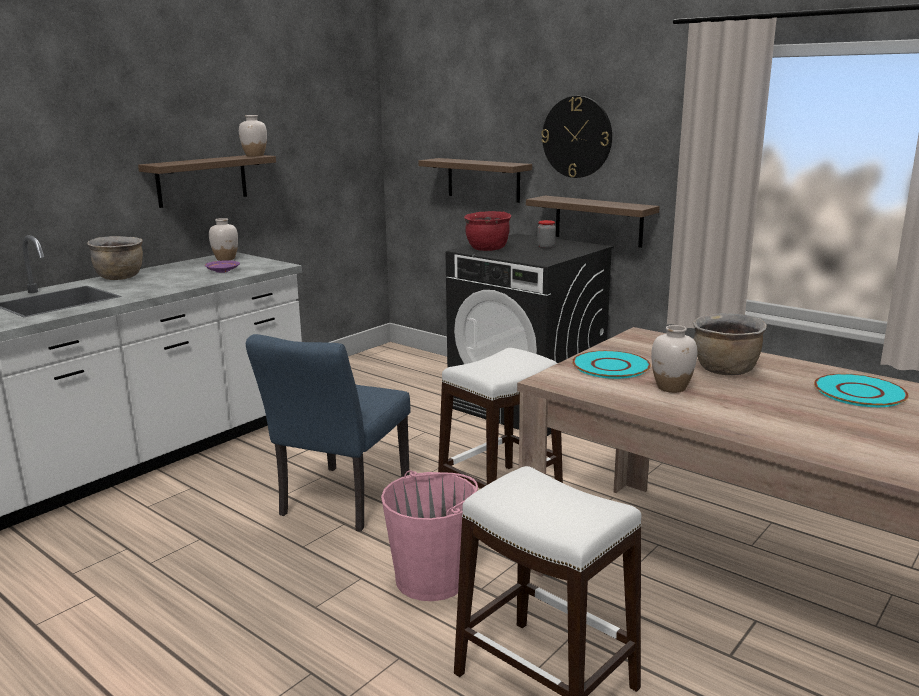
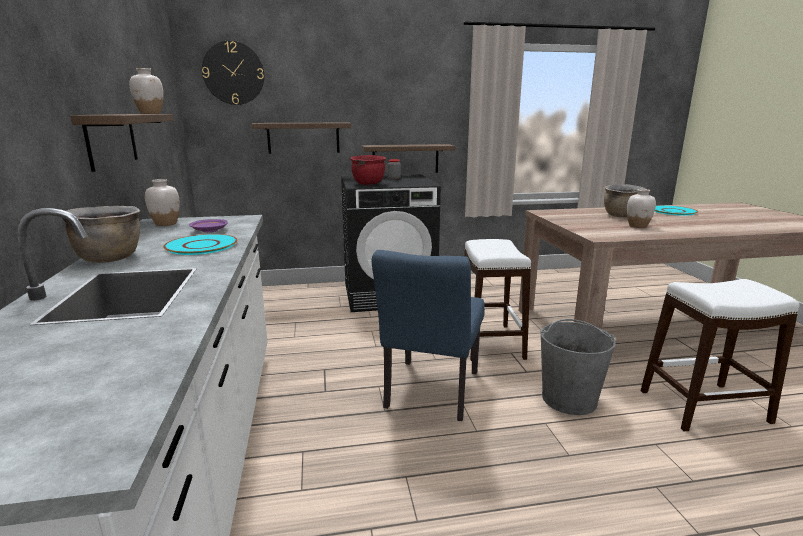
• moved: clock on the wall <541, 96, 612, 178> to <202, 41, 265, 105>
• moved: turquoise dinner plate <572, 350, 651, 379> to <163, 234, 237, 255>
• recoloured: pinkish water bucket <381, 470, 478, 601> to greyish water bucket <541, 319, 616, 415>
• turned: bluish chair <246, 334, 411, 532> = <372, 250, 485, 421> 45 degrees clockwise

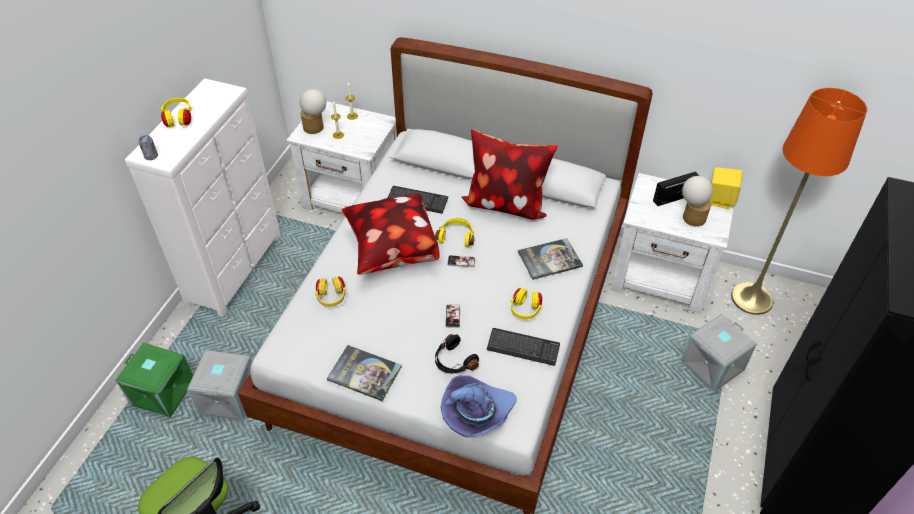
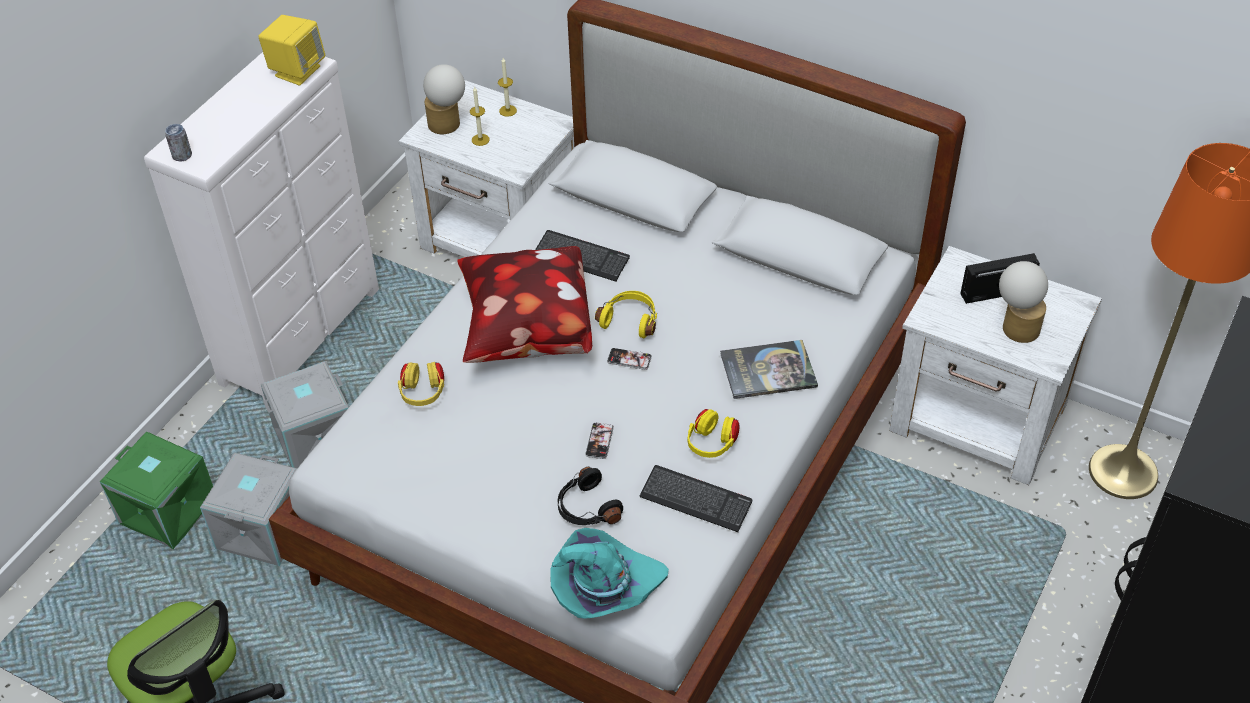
• removed: yellowish headset <161, 98, 192, 127>
• removed: bound book <327, 345, 402, 401>
• removed: cushion <461, 129, 558, 220>
• moved: greyish storage bin <680, 314, 757, 391> to <261, 361, 349, 469>
• moved: yellowish loudspeaker <709, 167, 743, 209> to <258, 15, 325, 85>
• recoloured: purple-coloured clothing hat <441, 375, 517, 437> to turquoise clothing hat <550, 528, 669, 619>

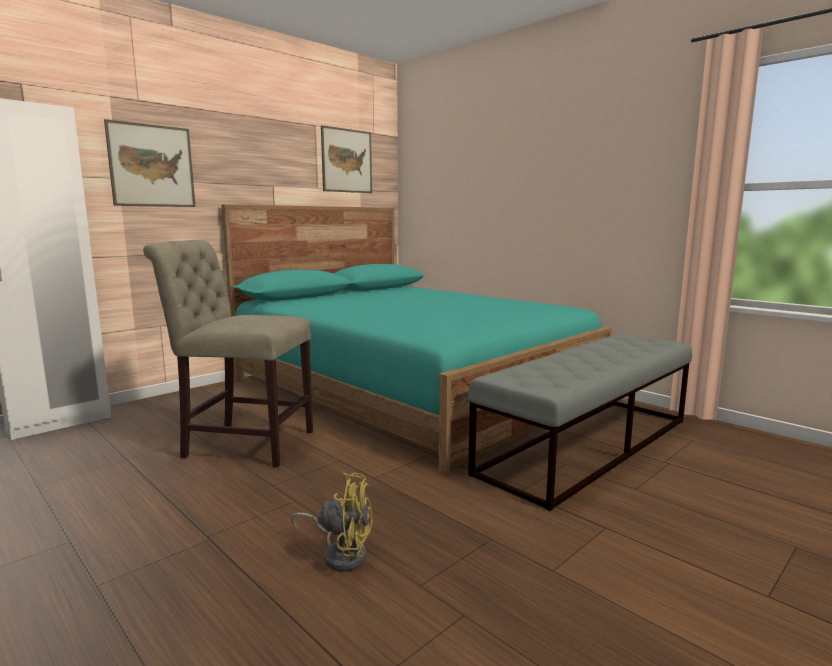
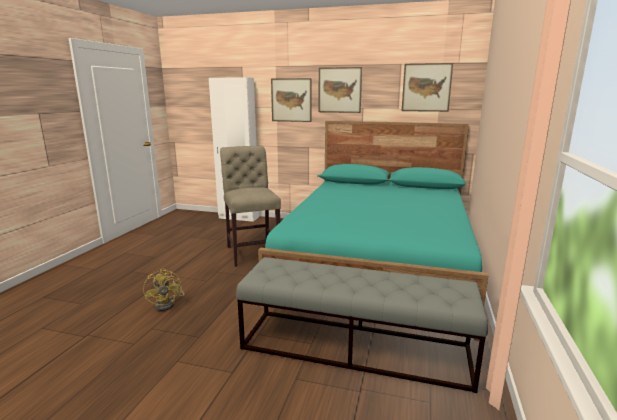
• added: picture <318, 67, 362, 113>

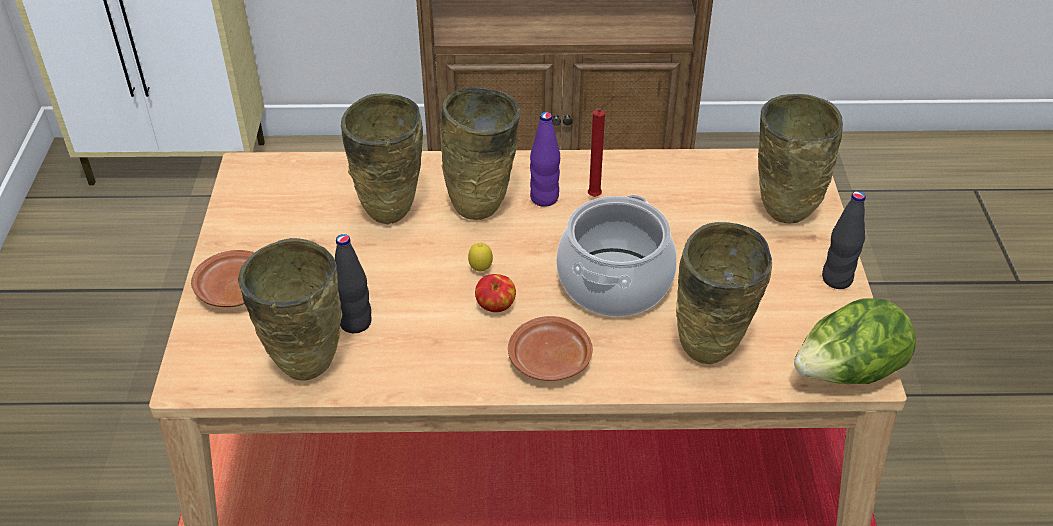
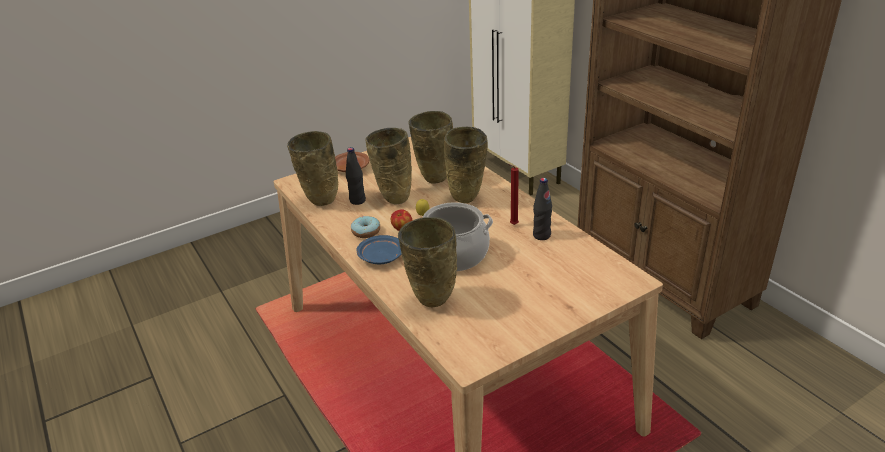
• removed: purple-coloured bottle <530, 112, 560, 207>
• removed: lettuce head <794, 298, 916, 384>
• added: doughnut <351, 216, 380, 238>
• moved: sand-coloured vase <758, 94, 843, 224> to <365, 128, 412, 204>
• moved: blackish bottle <822, 191, 866, 289> to <533, 178, 552, 240>
• recoloured: brown dinner plate <508, 316, 593, 381> to bluish dinner plate <357, 235, 402, 264>

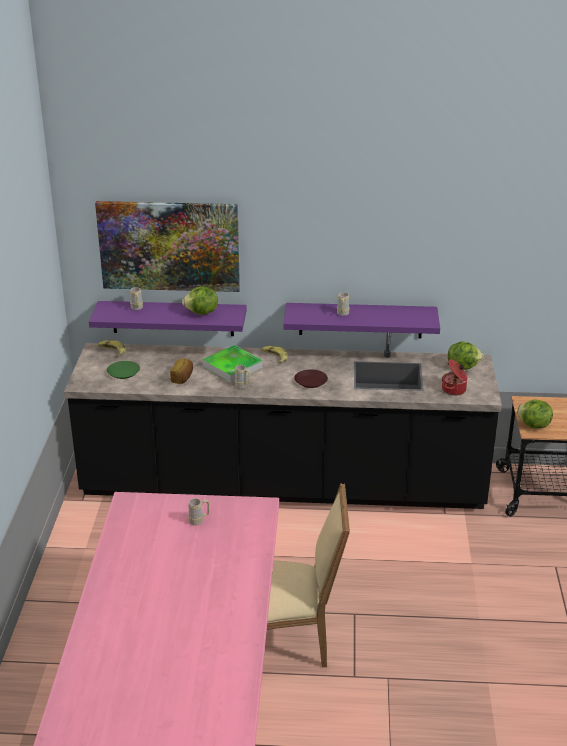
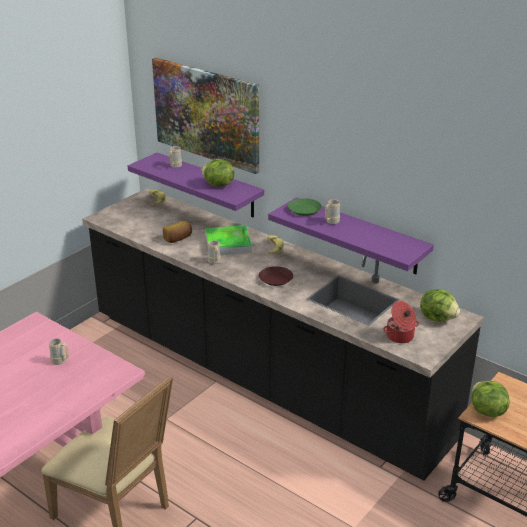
• moved: greenish dinner plate <107, 361, 140, 379> to <288, 198, 322, 216>

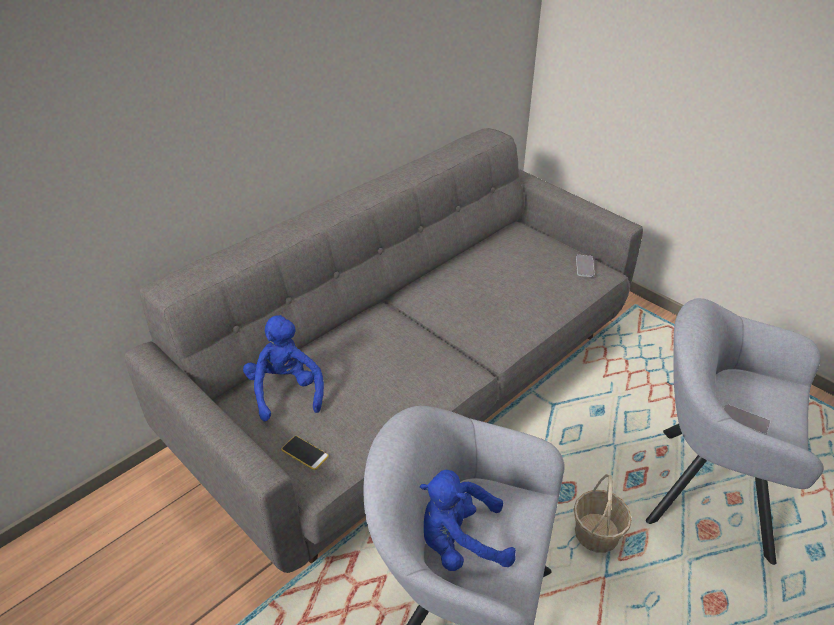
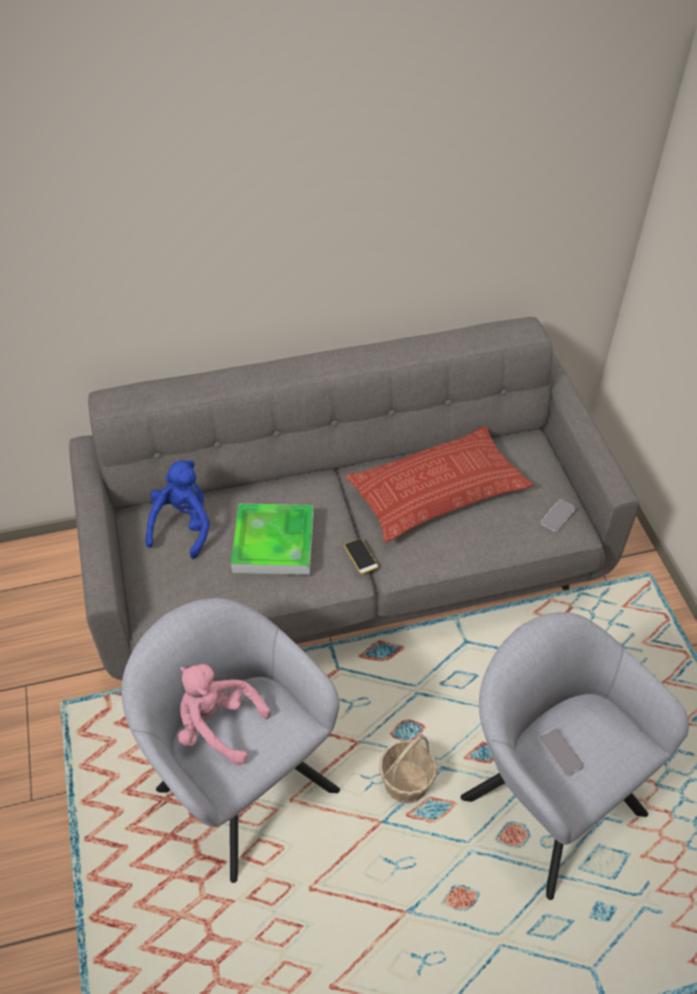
• added: tray <231, 504, 314, 575>
• added: cushion <346, 427, 533, 543>
• moved: phone <281, 436, 329, 470> to <344, 538, 378, 574>
• recoloured: bluish plush toy <420, 470, 516, 571> to pinkish plush toy <178, 664, 271, 766>

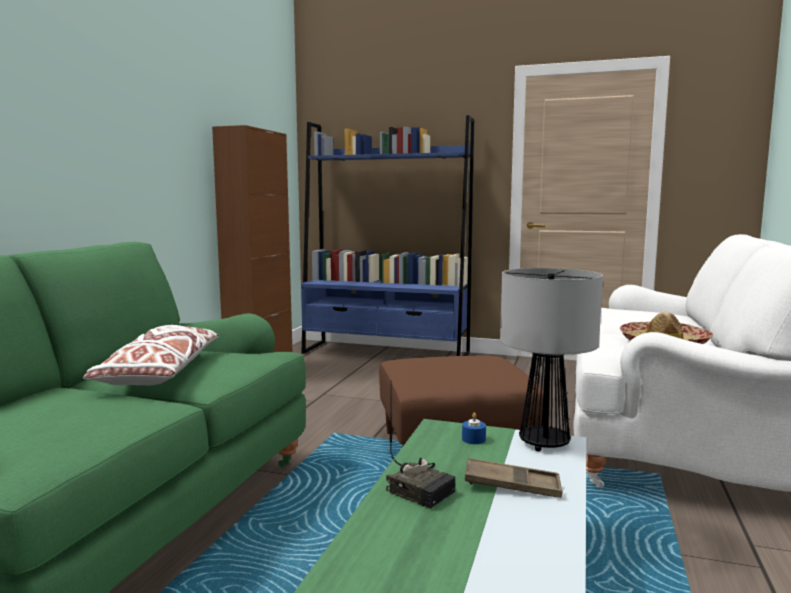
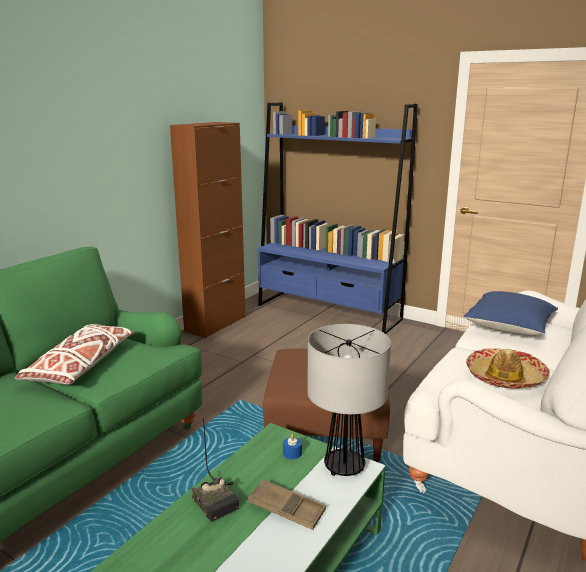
• added: bluish cushion <463, 291, 558, 336>

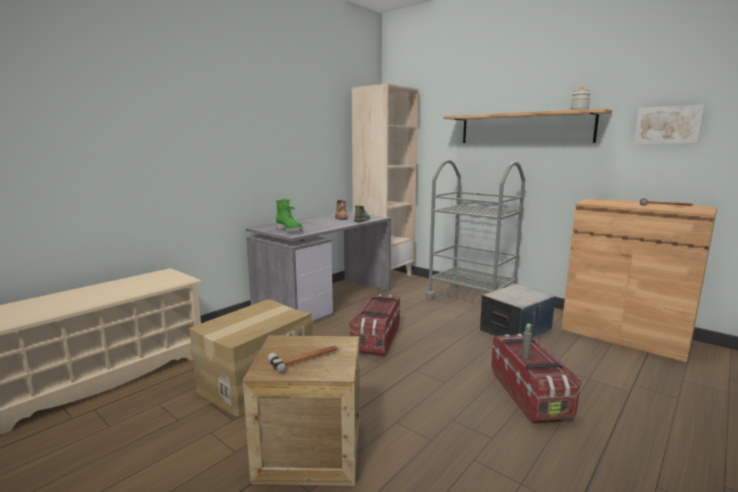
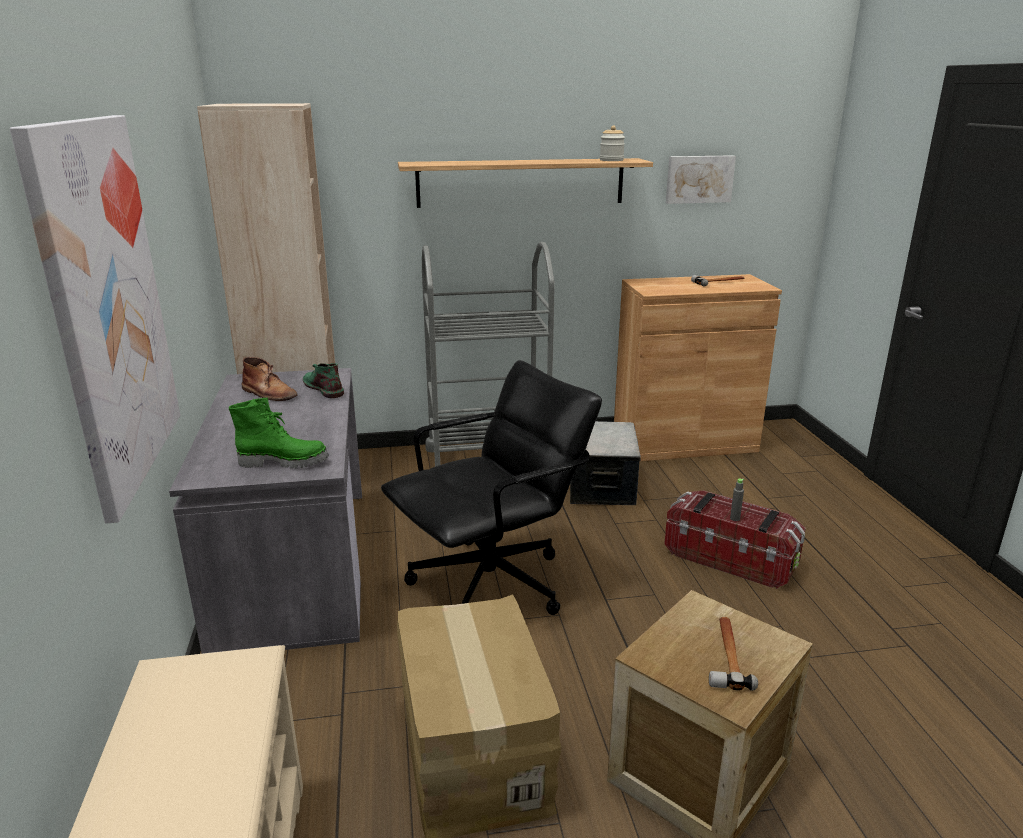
• added: picture <10, 115, 180, 523>
• replaced: storage bin <349, 294, 400, 357> to blackish desk chair <381, 360, 602, 615>

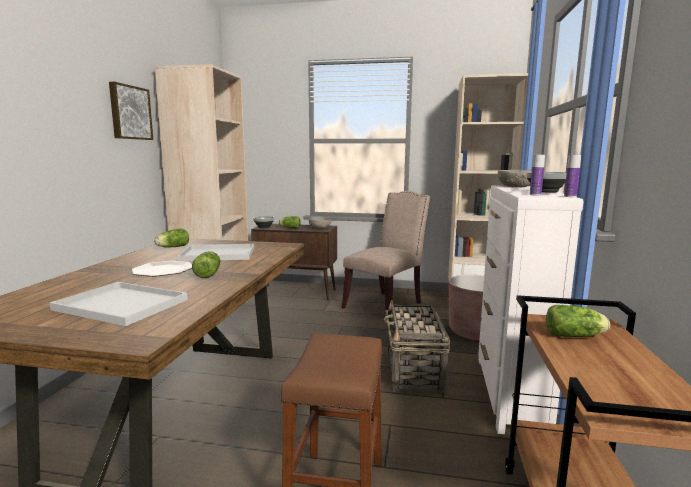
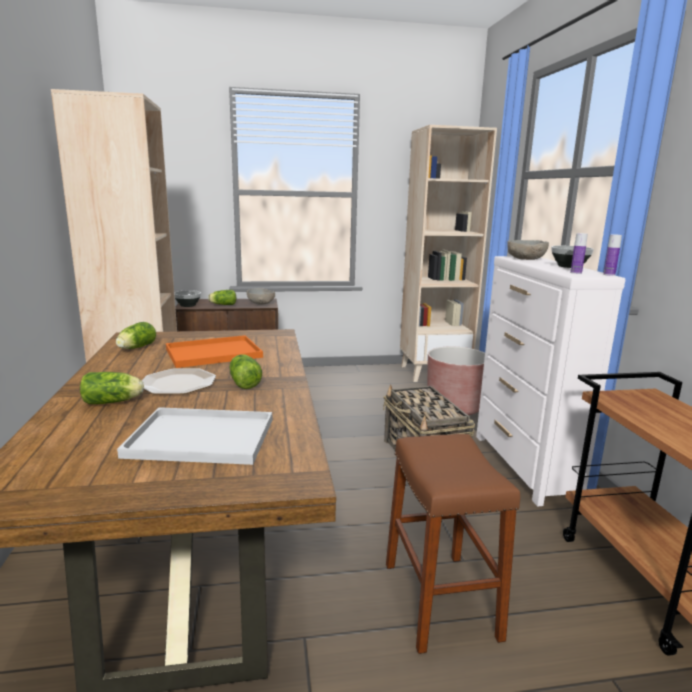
• removed: picture <109, 82, 153, 140>
• removed: sand-coloured chair <341, 191, 430, 321>
• moved: lettuce head <546, 305, 610, 337> to <80, 372, 144, 404>
• recoloured: white-coloured tray <177, 244, 254, 261> to orange tray <166, 335, 263, 368>

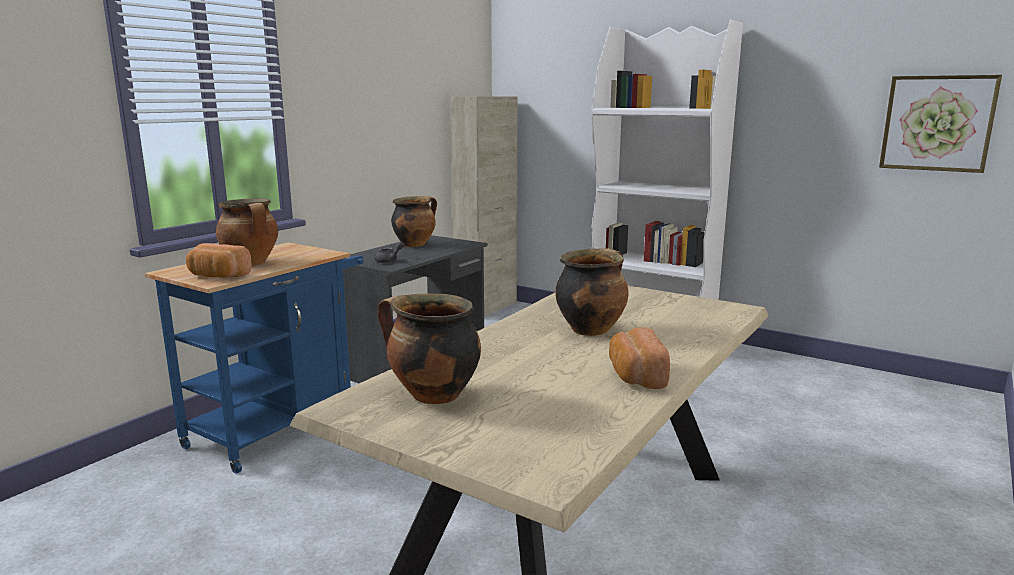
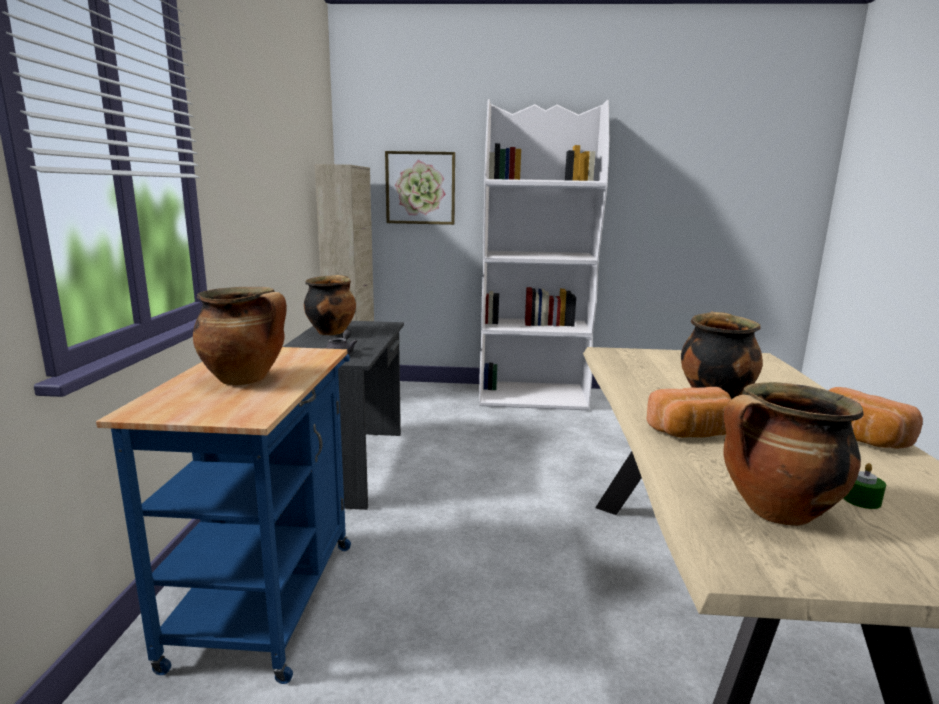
• added: greenish wax candle <843, 463, 886, 509>
• moved: bakery bread <186, 243, 252, 278> to <646, 387, 731, 438>
• moved: picture <879, 75, 1002, 173> to <385, 151, 455, 225>

